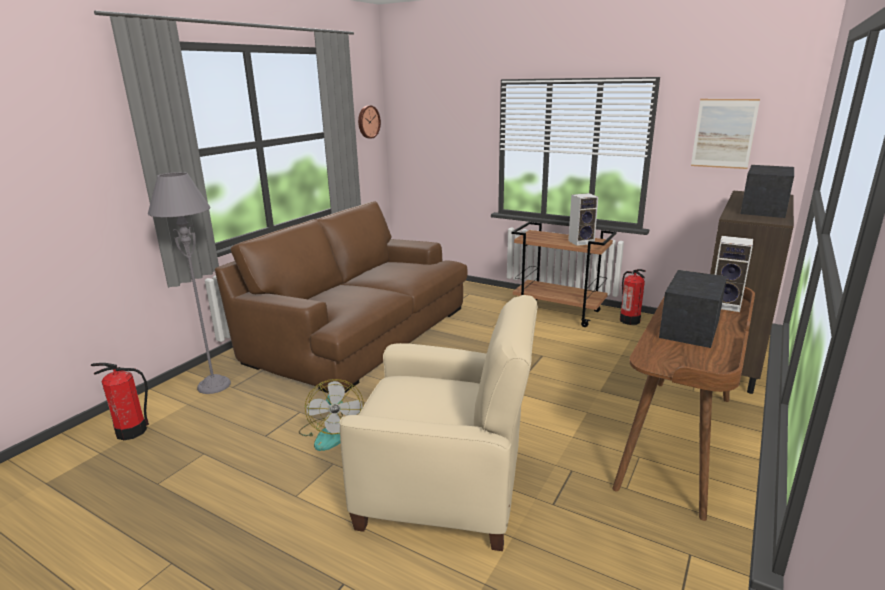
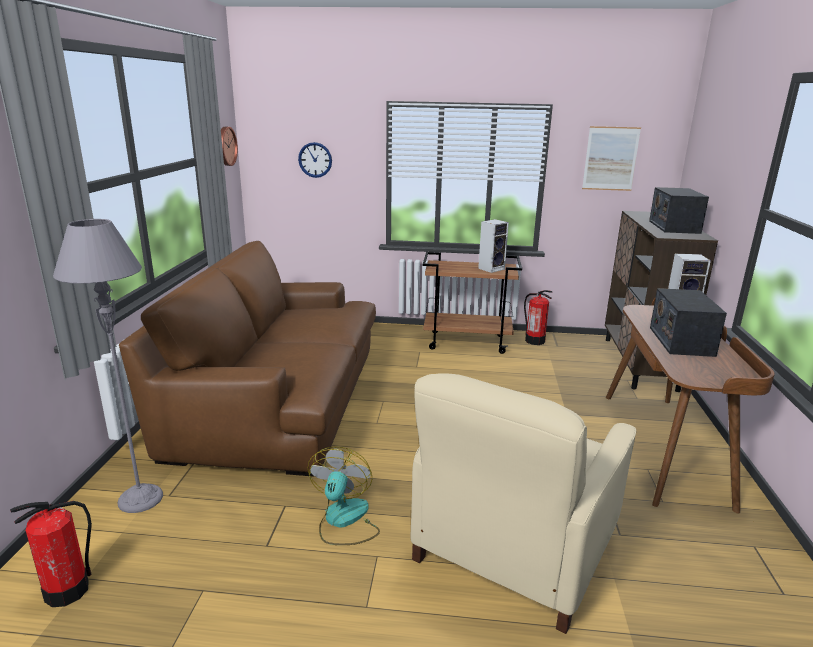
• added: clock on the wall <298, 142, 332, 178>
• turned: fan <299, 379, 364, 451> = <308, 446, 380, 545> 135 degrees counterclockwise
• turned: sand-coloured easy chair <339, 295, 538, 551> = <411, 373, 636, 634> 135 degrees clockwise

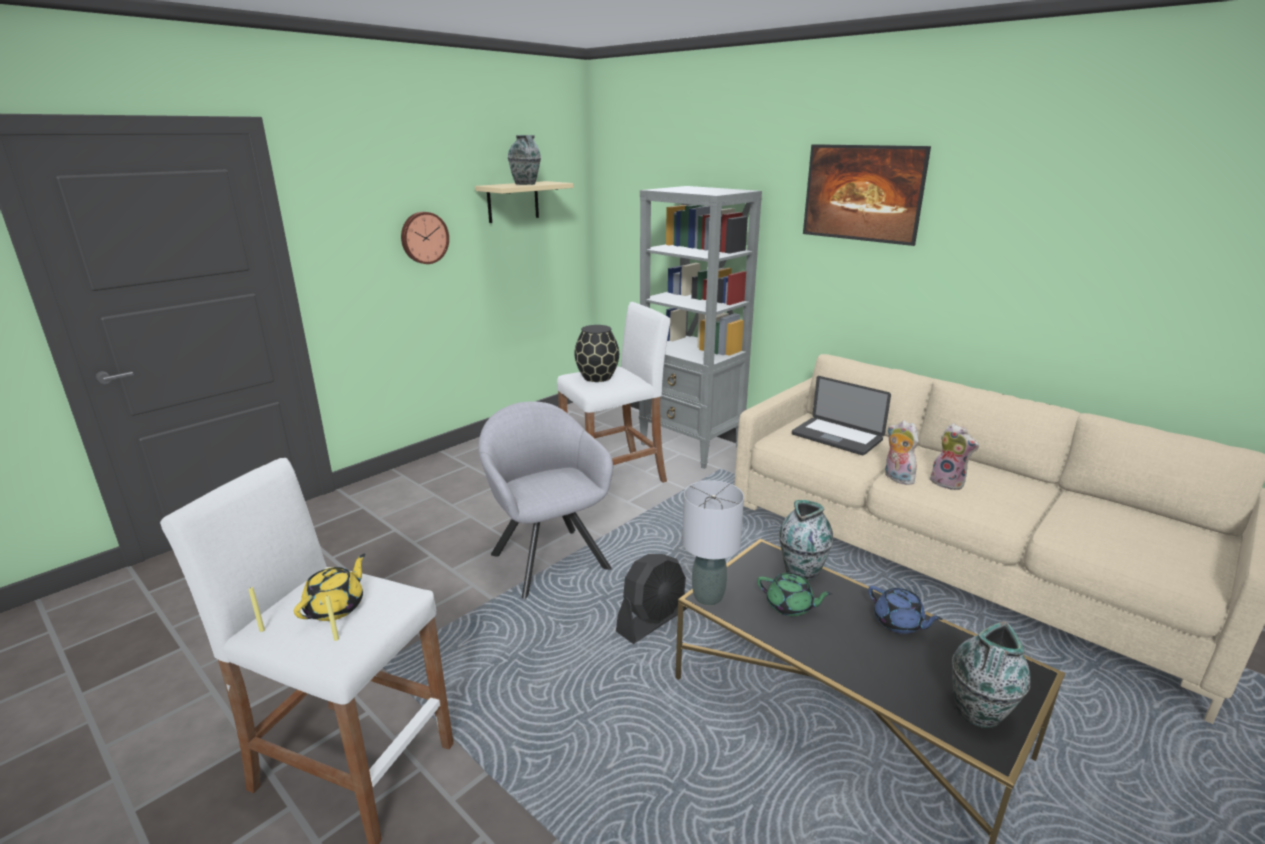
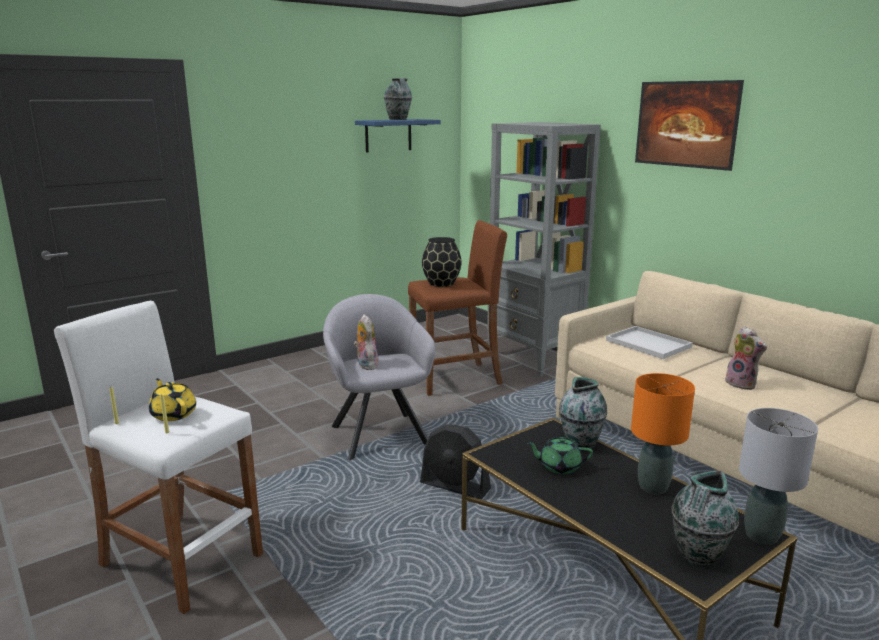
• removed: clock on the wall <401, 212, 449, 264>
• moved: greyish lamp for a table <682, 480, 744, 606> to <739, 408, 818, 544>
• moved: plush toy <885, 420, 918, 485> to <354, 314, 379, 370>
• replaced: notebook computer <792, 376, 891, 455> to white-coloured tray <606, 326, 693, 359>
• replaced: bluish tea pot <868, 586, 943, 634> to orange lamp for a table <631, 373, 695, 494>
• recoloured: sand-coloured wall shelf <475, 181, 573, 223> to bluish wall shelf <355, 119, 441, 153>
• recoloured: white-coloured sitting stool <557, 302, 670, 483> to brown sitting stool <408, 220, 507, 396>
• turned: yellowish tea pot <294, 554, 365, 621> = <149, 378, 196, 421> 75 degrees counterclockwise
• turned: blackish fan <616, 554, 687, 644> = <420, 425, 491, 499> 60 degrees clockwise
• turned: greenish tea pot <757, 573, 832, 616> = <526, 437, 593, 474> 150 degrees clockwise

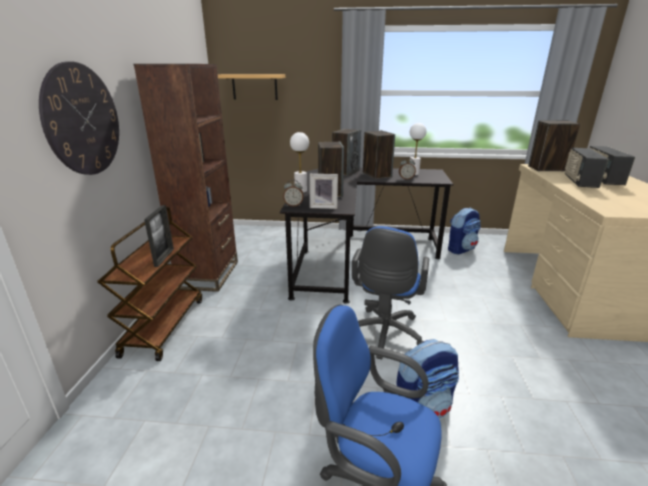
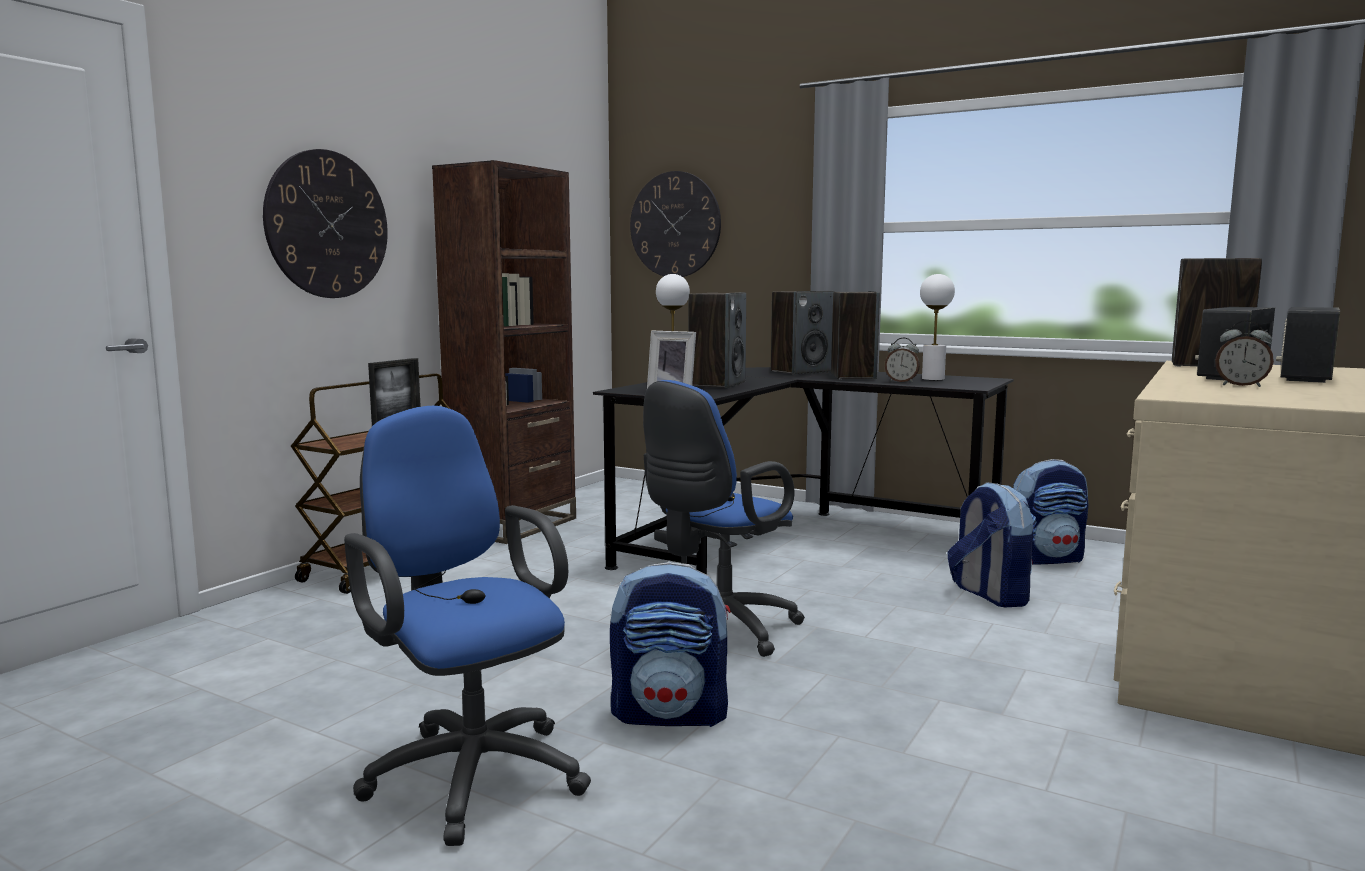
• added: backpack <947, 482, 1037, 607>
• moved: alarm clock <283, 179, 304, 207> to <1215, 320, 1274, 387>
• replaced: wall shelf <218, 74, 285, 100> to clock on the wall <630, 171, 721, 277>

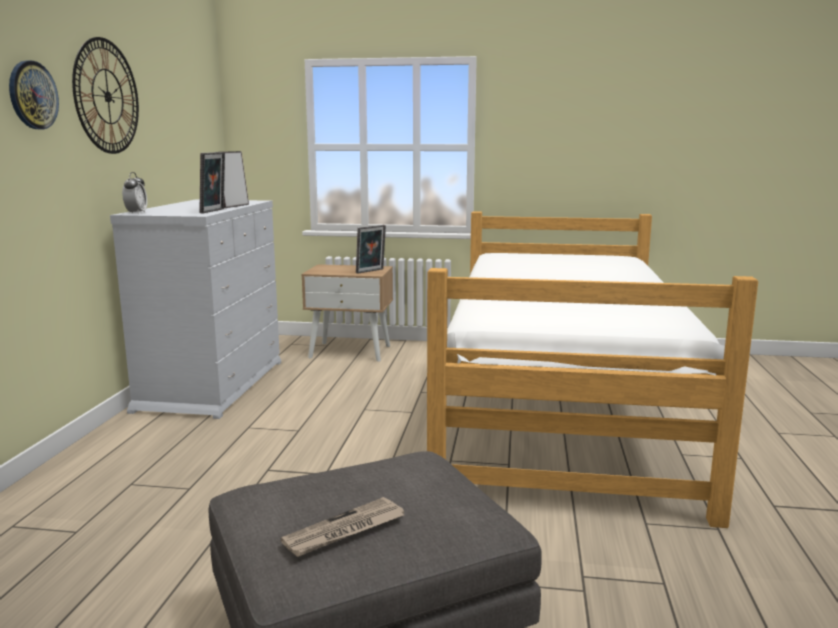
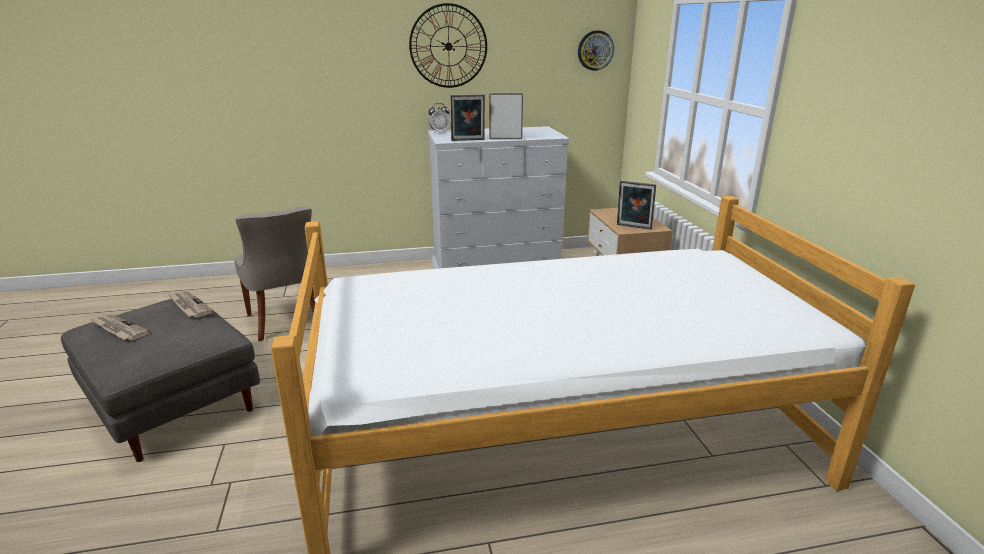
• added: newspaper <168, 291, 214, 318>
• added: greyish chair <234, 207, 315, 341>
• moved: clock on the wall <9, 60, 59, 129> to <578, 30, 614, 71>

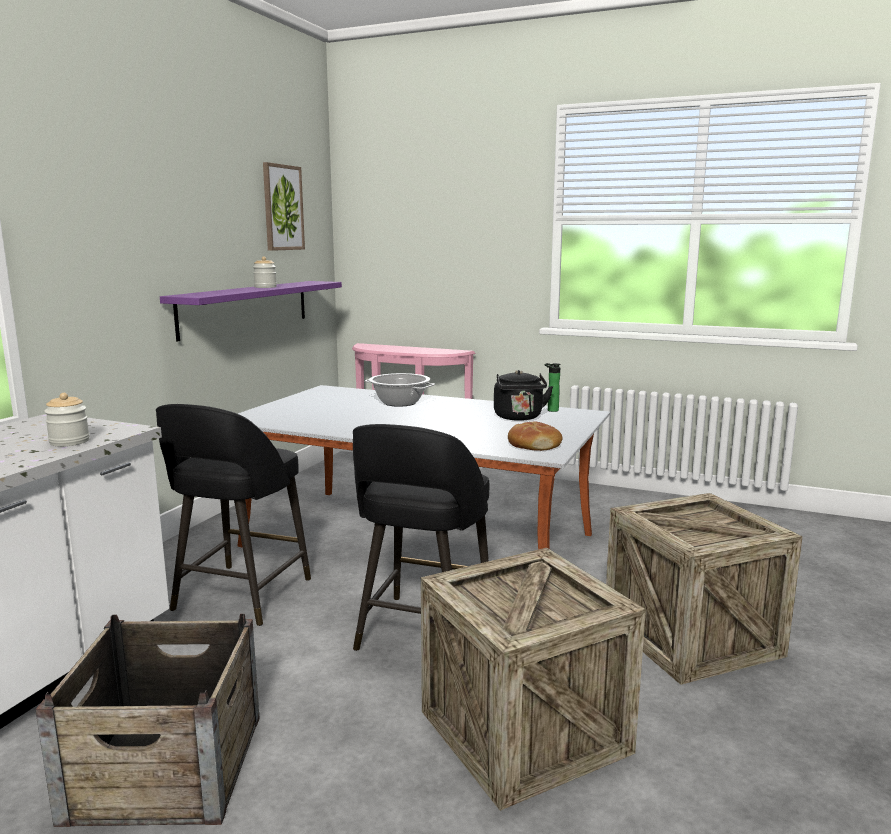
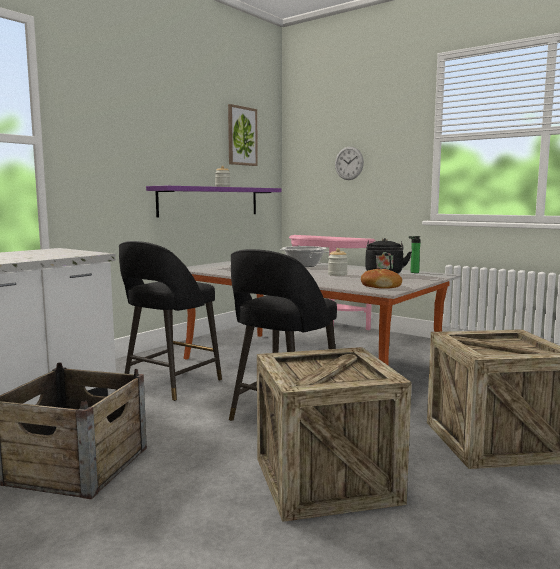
• added: clock on the wall <335, 146, 364, 180>
• moved: preserve jar <44, 393, 90, 446> to <328, 248, 348, 276>

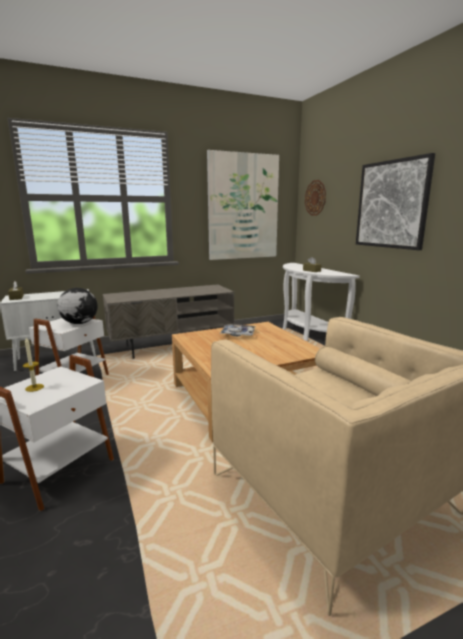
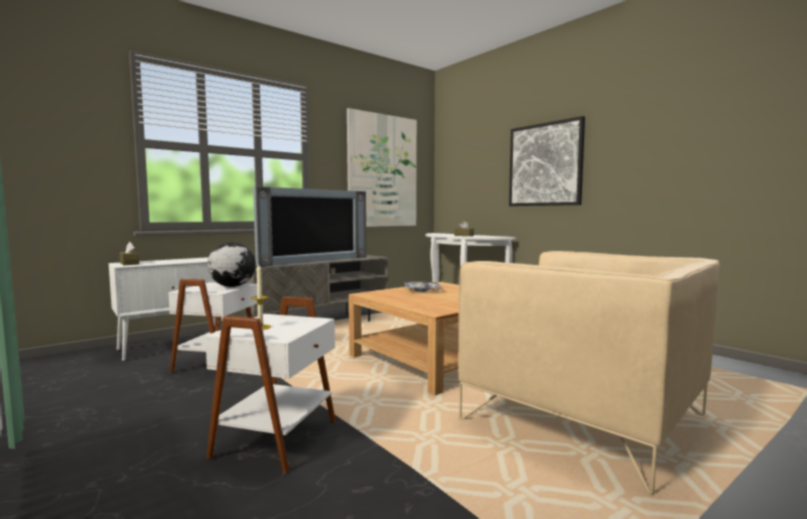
• removed: clock on the wall <305, 180, 326, 216>
• added: TV set <253, 186, 367, 267>

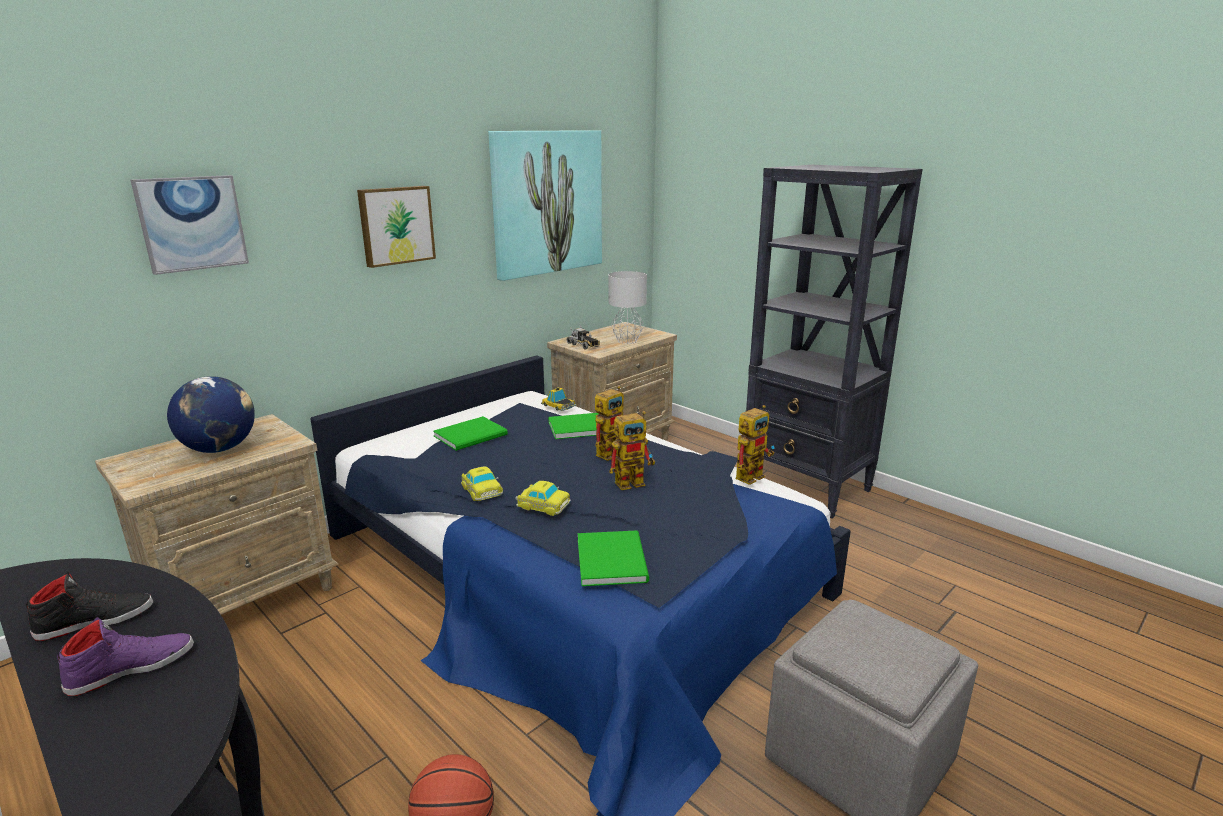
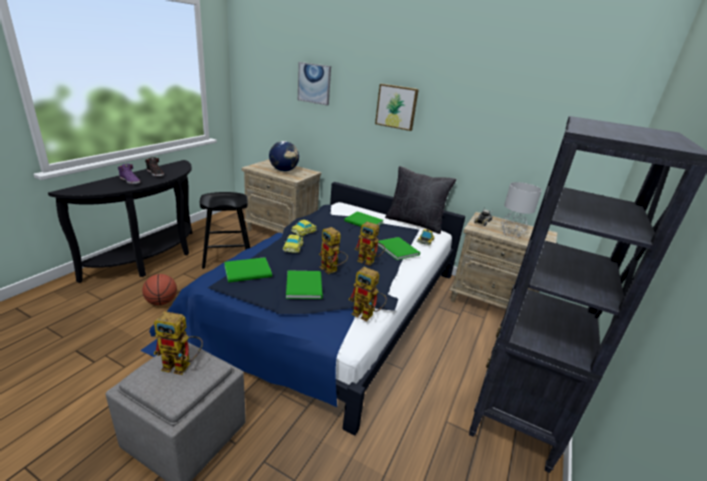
• removed: picture <488, 130, 602, 281>
• added: model robot <154, 311, 203, 375>
• added: blackish sitting stool <200, 192, 250, 269>
• added: greenish bound book <286, 270, 323, 299>
• added: blackish cushion <385, 166, 456, 234>

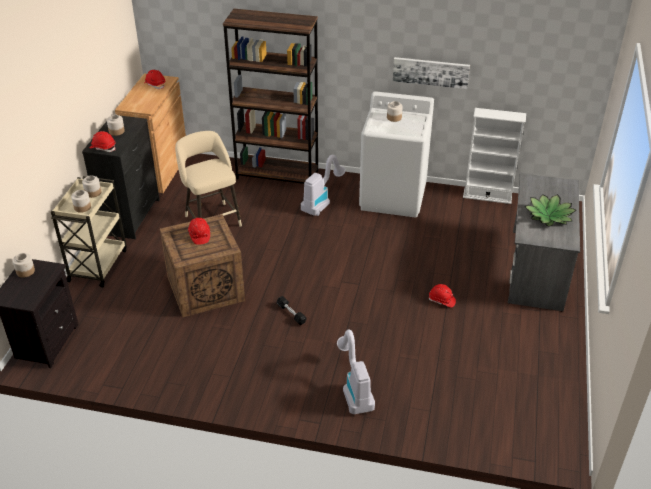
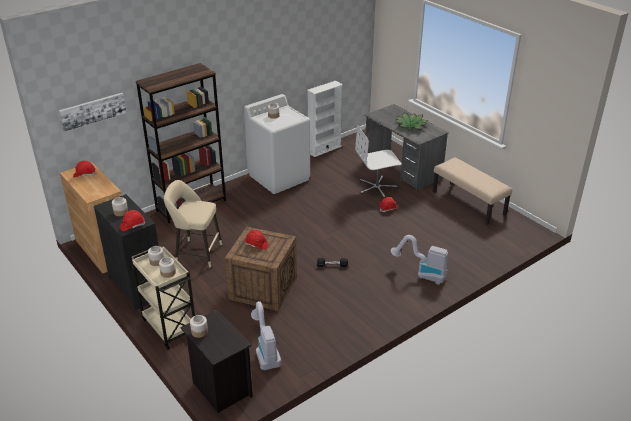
• added: white-coloured desk chair <355, 125, 402, 199>
• added: sand-coloured bench <433, 157, 512, 225>
• moved: vacuum <301, 154, 345, 216> to <251, 301, 281, 370>
• moved: picture <393, 57, 470, 89> to <59, 93, 126, 132>

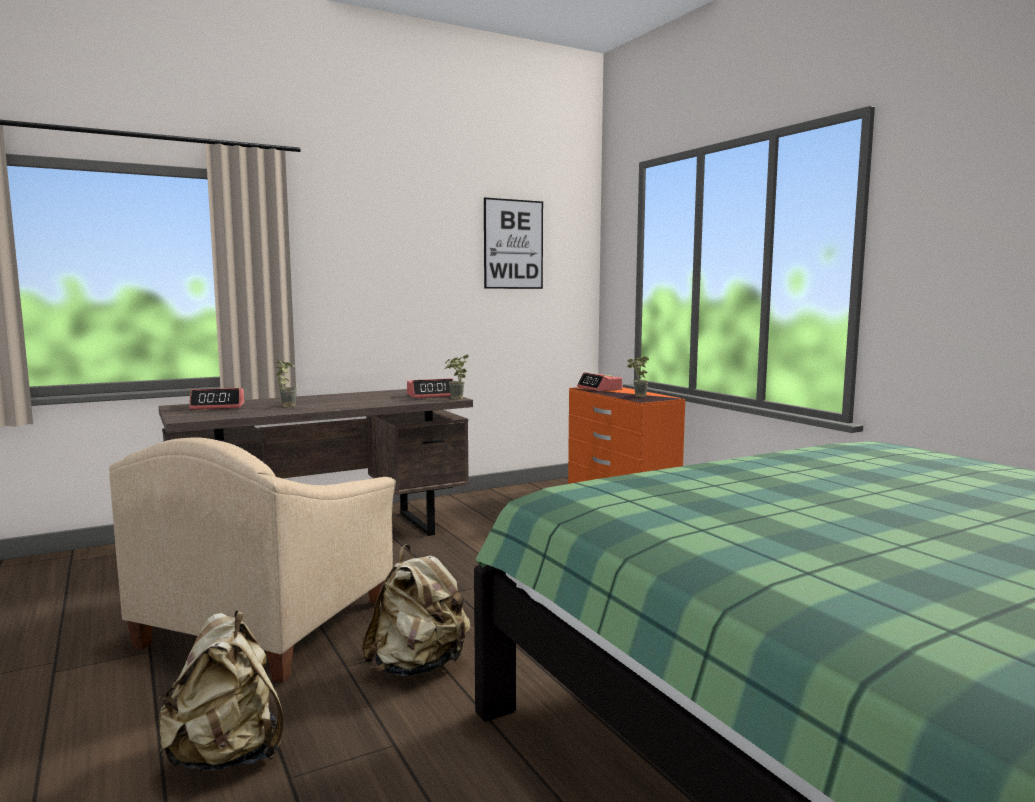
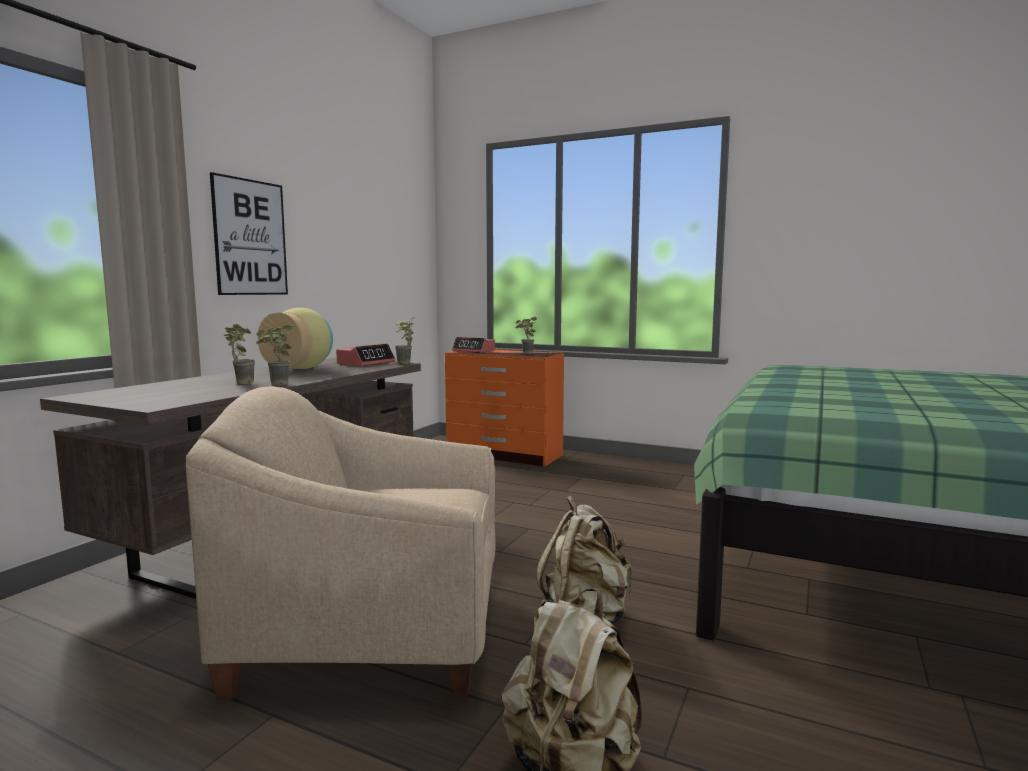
• removed: alarm clock <189, 388, 244, 410>
• added: plant in a pot <256, 324, 293, 385>
• added: vase <258, 308, 333, 369>
• moved: picture <484, 197, 543, 289> to <210, 172, 288, 295>
• turned: sand-coloured easy chair <109, 437, 396, 683> = <186, 386, 496, 700> 105 degrees clockwise

